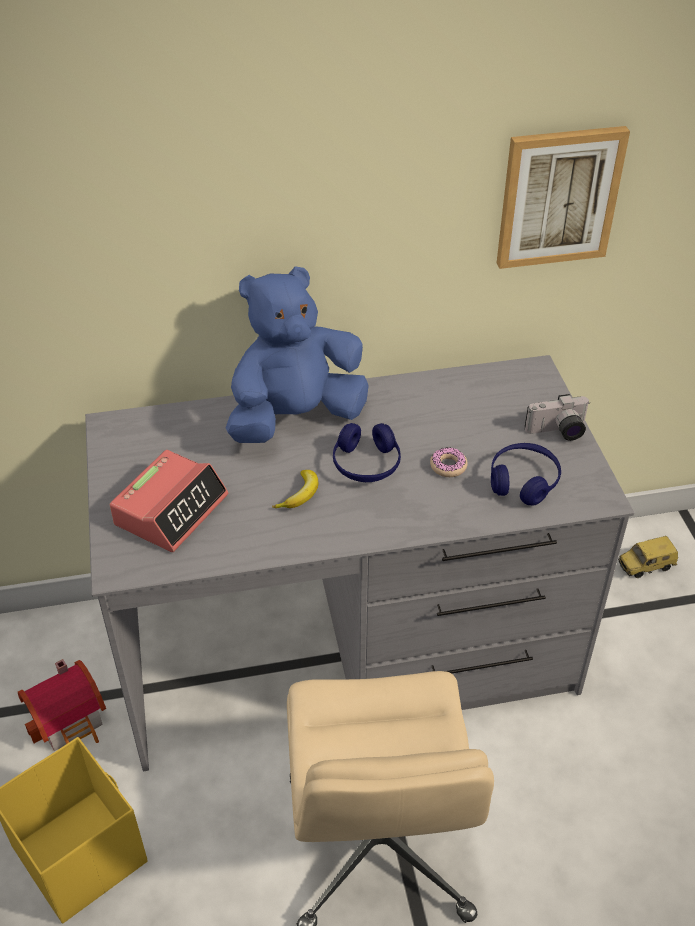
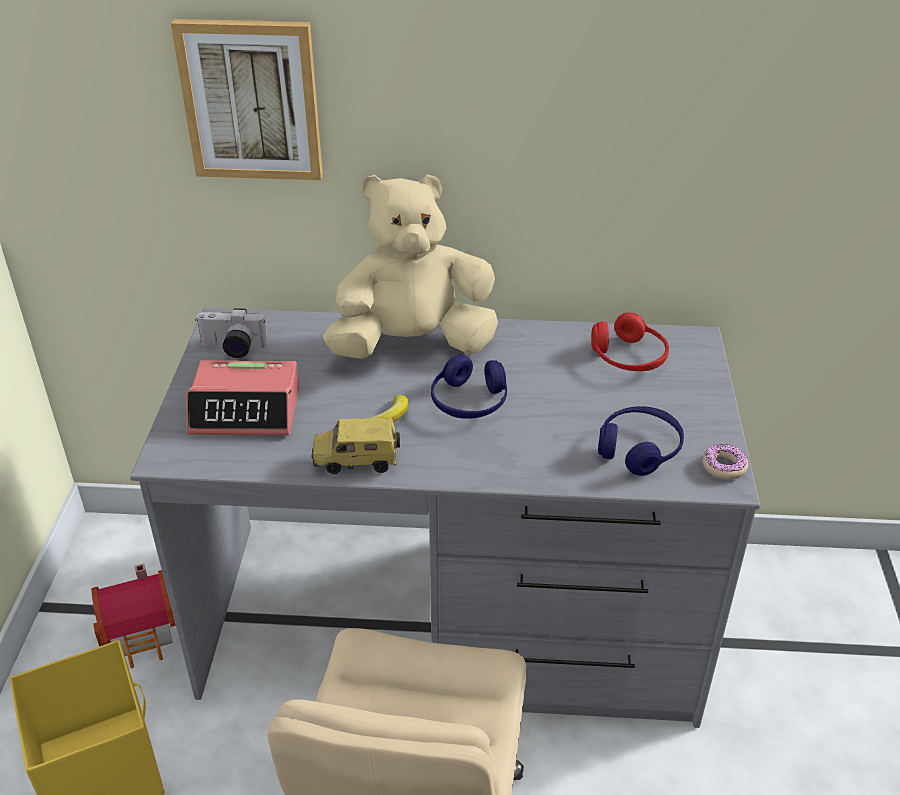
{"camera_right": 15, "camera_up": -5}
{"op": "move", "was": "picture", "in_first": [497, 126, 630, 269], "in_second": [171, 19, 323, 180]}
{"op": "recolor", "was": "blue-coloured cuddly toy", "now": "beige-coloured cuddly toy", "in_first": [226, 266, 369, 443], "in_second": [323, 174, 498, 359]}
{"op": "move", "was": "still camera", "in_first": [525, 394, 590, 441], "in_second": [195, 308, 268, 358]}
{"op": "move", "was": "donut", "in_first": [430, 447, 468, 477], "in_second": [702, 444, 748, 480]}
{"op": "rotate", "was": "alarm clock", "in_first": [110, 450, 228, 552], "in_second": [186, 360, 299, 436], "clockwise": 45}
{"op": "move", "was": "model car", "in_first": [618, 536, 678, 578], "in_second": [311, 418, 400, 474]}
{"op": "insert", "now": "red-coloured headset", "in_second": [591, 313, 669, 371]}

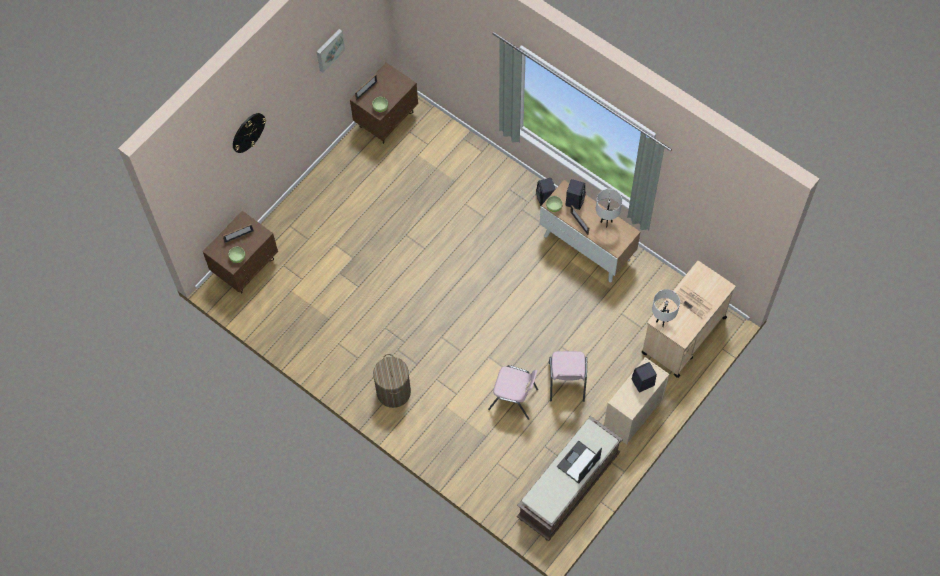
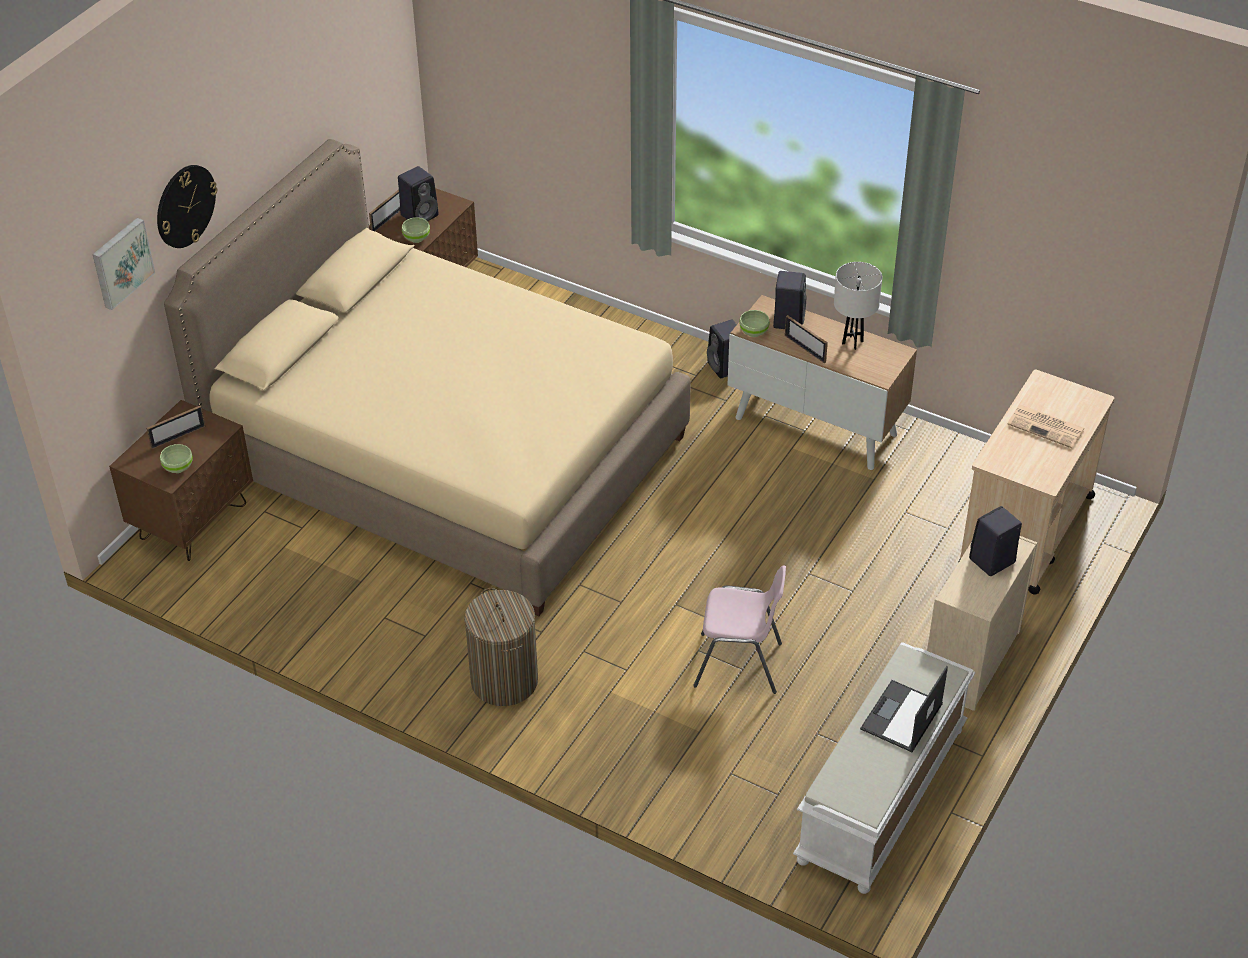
{"camera_right": -10, "camera_up": -20}
{"op": "move", "was": "picture", "in_first": [316, 29, 345, 73], "in_second": [92, 218, 155, 310]}
{"op": "delete", "was": "whitish tabletop lamp", "in_first": [652, 289, 680, 327]}
{"op": "delete", "was": "pink plain chair", "in_first": [549, 351, 587, 402]}
{"op": "recolor", "was": "brownish indoor bench", "now": "whitish indoor bench", "in_first": [517, 416, 623, 541], "in_second": [793, 642, 976, 894]}
{"op": "insert", "now": "beige-coloured bedroom bed", "in_second": [164, 139, 691, 616]}
{"op": "insert", "now": "black-coloured audio speaker", "in_second": [398, 166, 439, 221]}

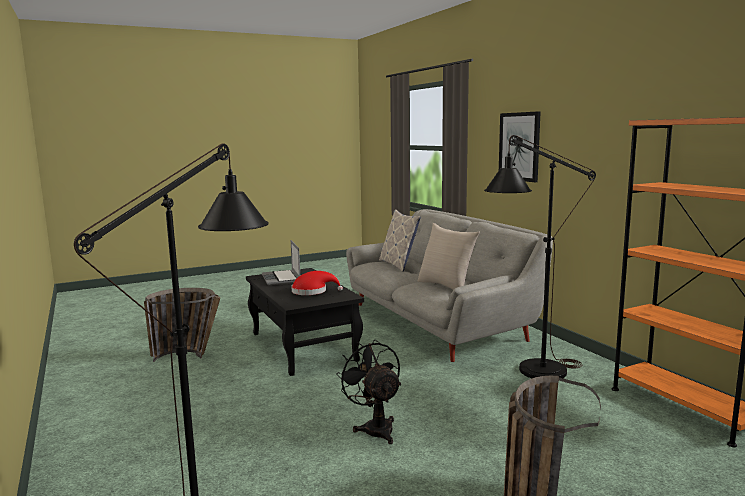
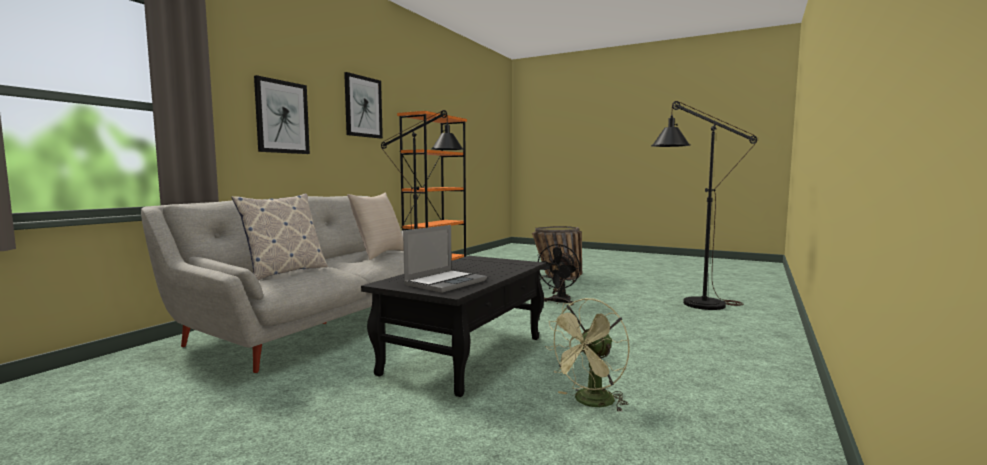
{"camera_right": -125, "camera_up": -5}
{"op": "delete", "was": "red-coloured clothing hat", "in_first": [291, 271, 343, 295]}
{"op": "replace", "was": "household basket", "now": "greenish cooling fan", "in_first": [144, 288, 220, 362], "in_second": [545, 298, 630, 412]}
{"op": "insert", "now": "picture", "in_second": [344, 72, 383, 138]}

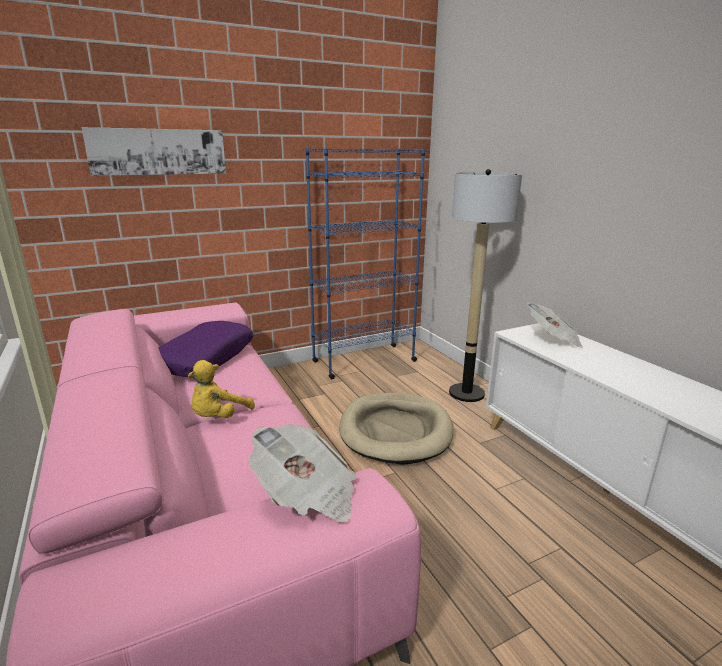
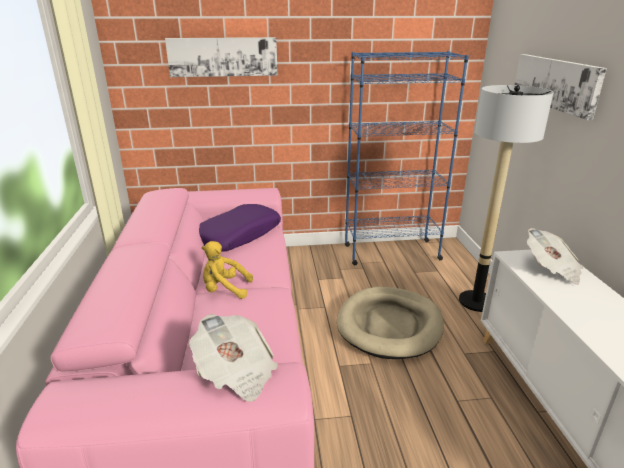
{"camera_right": 20, "camera_up": 5}
{"op": "rotate", "was": "yellow cuddly toy", "in_first": [188, 360, 255, 418], "in_second": [202, 241, 253, 299], "clockwise": 45}
{"op": "insert", "now": "picture", "in_second": [515, 54, 607, 120]}

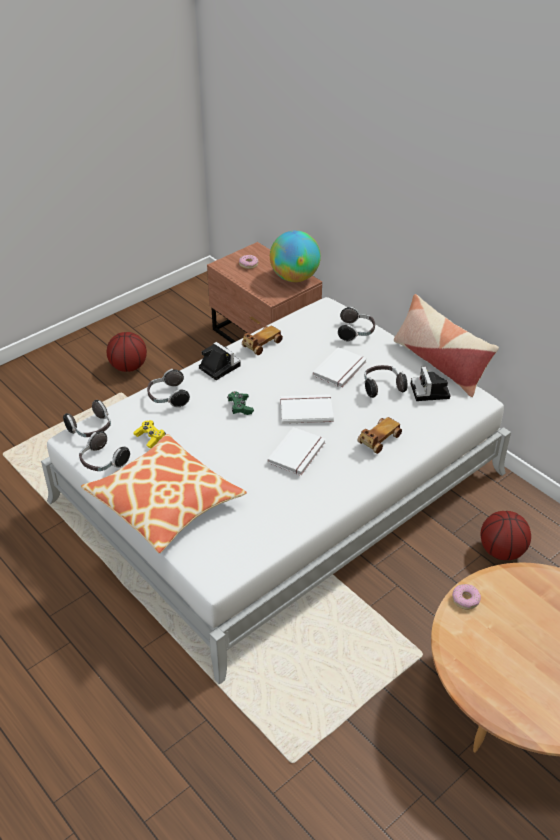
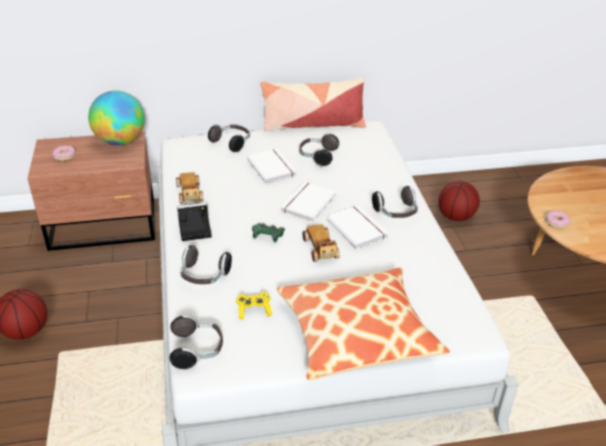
{"camera_right": -60, "camera_up": -5}
{"op": "delete", "was": "still camera", "in_first": [411, 366, 451, 401]}
{"op": "move", "was": "model car", "in_first": [357, 417, 402, 454], "in_second": [303, 224, 339, 262]}
{"op": "move", "was": "headset", "in_first": [79, 431, 130, 471], "in_second": [372, 186, 418, 218]}

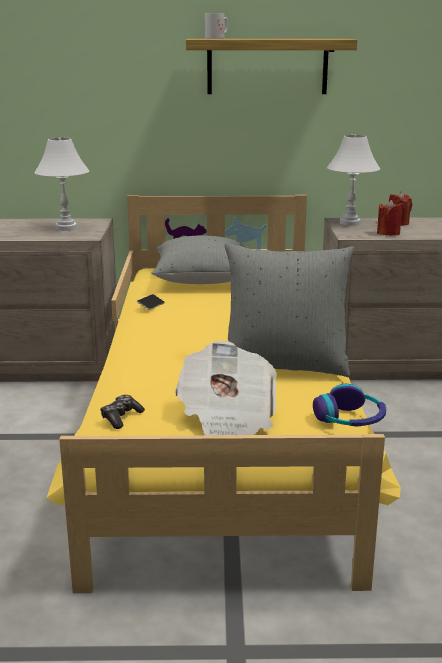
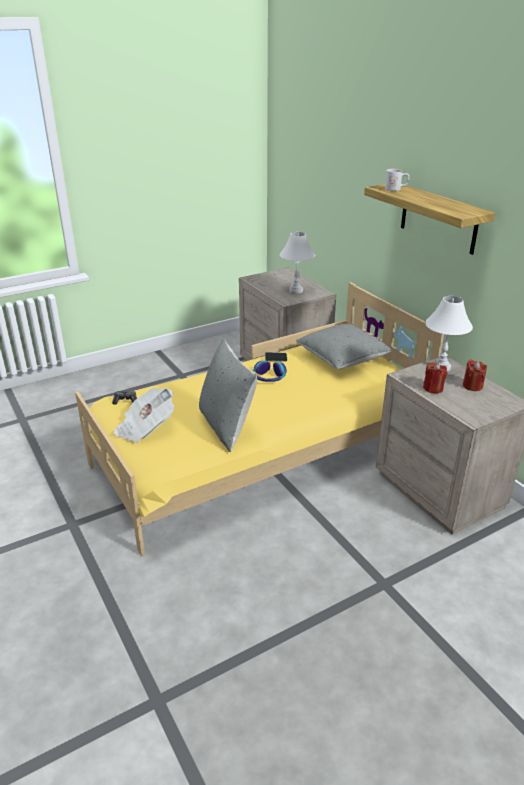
{"camera_right": 60, "camera_up": 10}
{"op": "move", "was": "headset", "in_first": [313, 384, 386, 427], "in_second": [253, 361, 287, 382]}

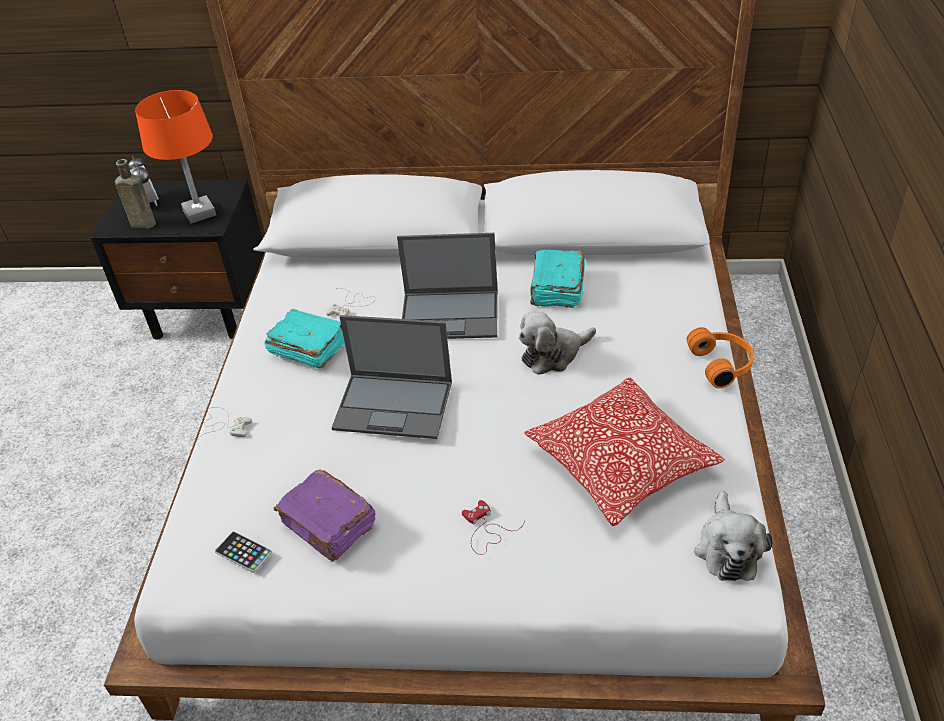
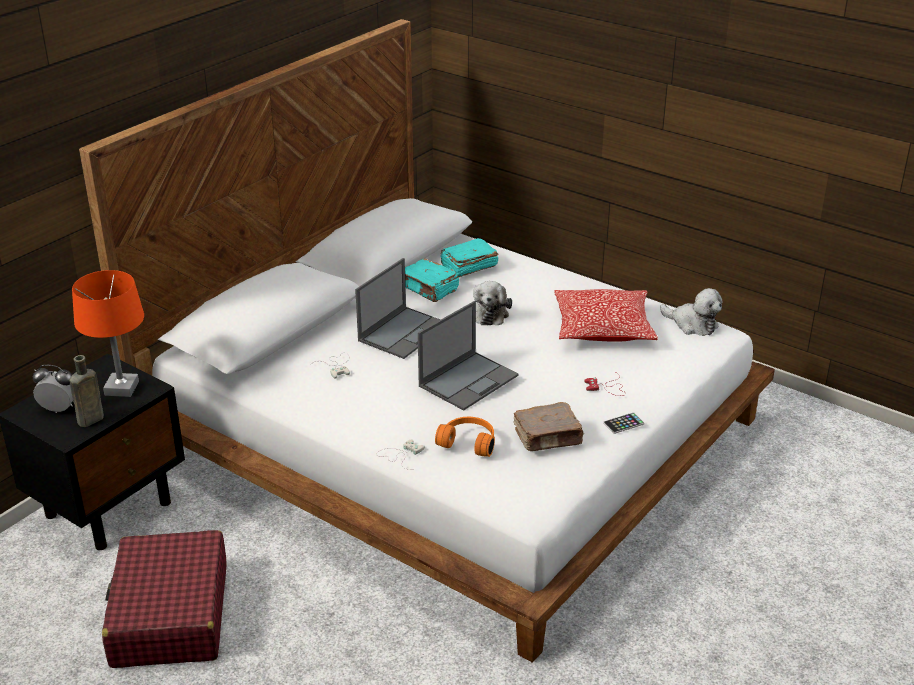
{"camera_right": -60, "camera_up": -10}
{"op": "move", "was": "turquoise bound book", "in_first": [264, 309, 345, 369], "in_second": [440, 238, 499, 277]}
{"op": "move", "was": "orange-coloured headset", "in_first": [687, 327, 754, 388], "in_second": [435, 417, 495, 457]}
{"op": "recolor", "was": "purple bound book", "now": "brownish bound book", "in_first": [273, 470, 376, 562], "in_second": [513, 402, 584, 451]}
{"op": "move", "was": "handset", "in_first": [215, 531, 272, 573], "in_second": [603, 412, 645, 434]}
{"op": "insert", "now": "red-coloured suitcase", "in_second": [102, 530, 226, 668]}

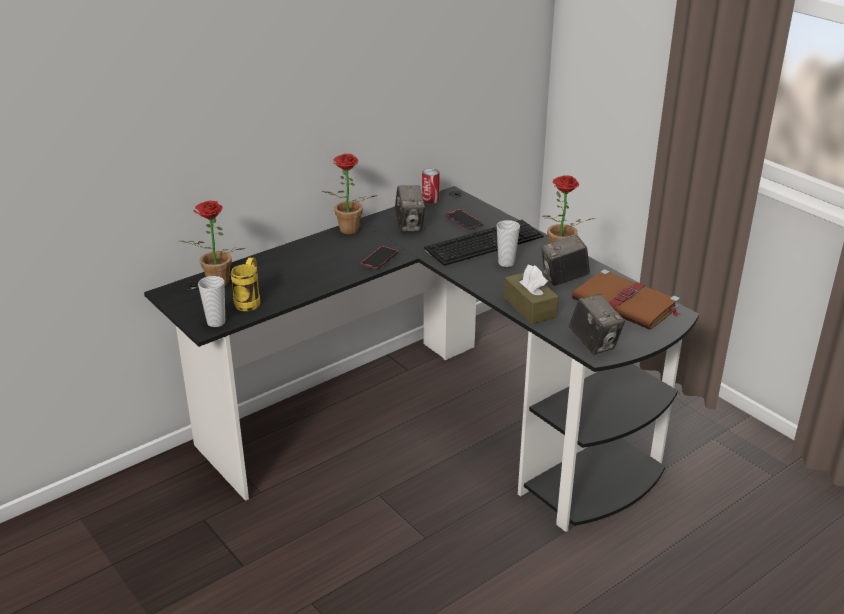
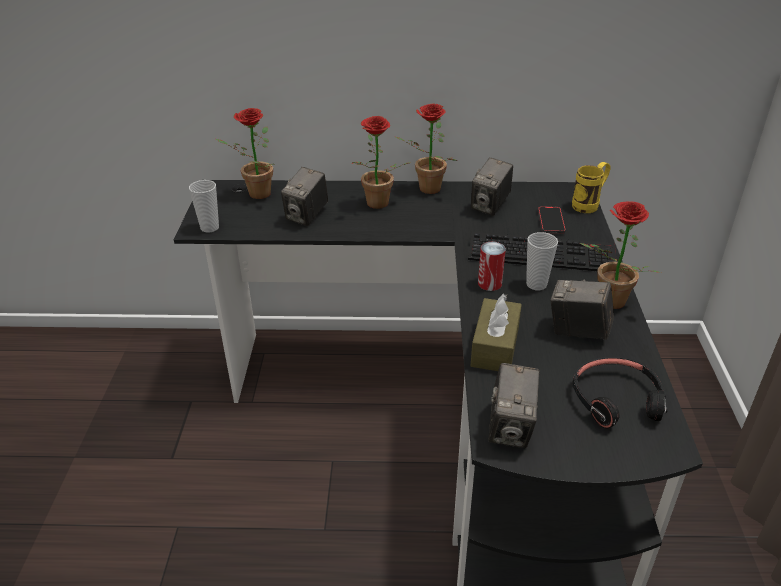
{"camera_right": 40, "camera_up": 5}
{"op": "move", "was": "can", "in_first": [422, 168, 440, 204], "in_second": [478, 242, 506, 291]}
{"op": "delete", "was": "handset", "in_first": [361, 246, 398, 270]}
{"op": "move", "was": "yellow coffee mug", "in_first": [231, 258, 260, 311], "in_second": [572, 162, 610, 213]}
{"op": "replace", "was": "brownish bound book", "now": "black-coloured headset", "in_first": [572, 269, 681, 330], "in_second": [572, 357, 668, 429]}
{"op": "insert", "now": "potted plant", "in_second": [352, 116, 411, 209]}
{"op": "insert", "now": "still camera", "in_second": [281, 167, 328, 226]}

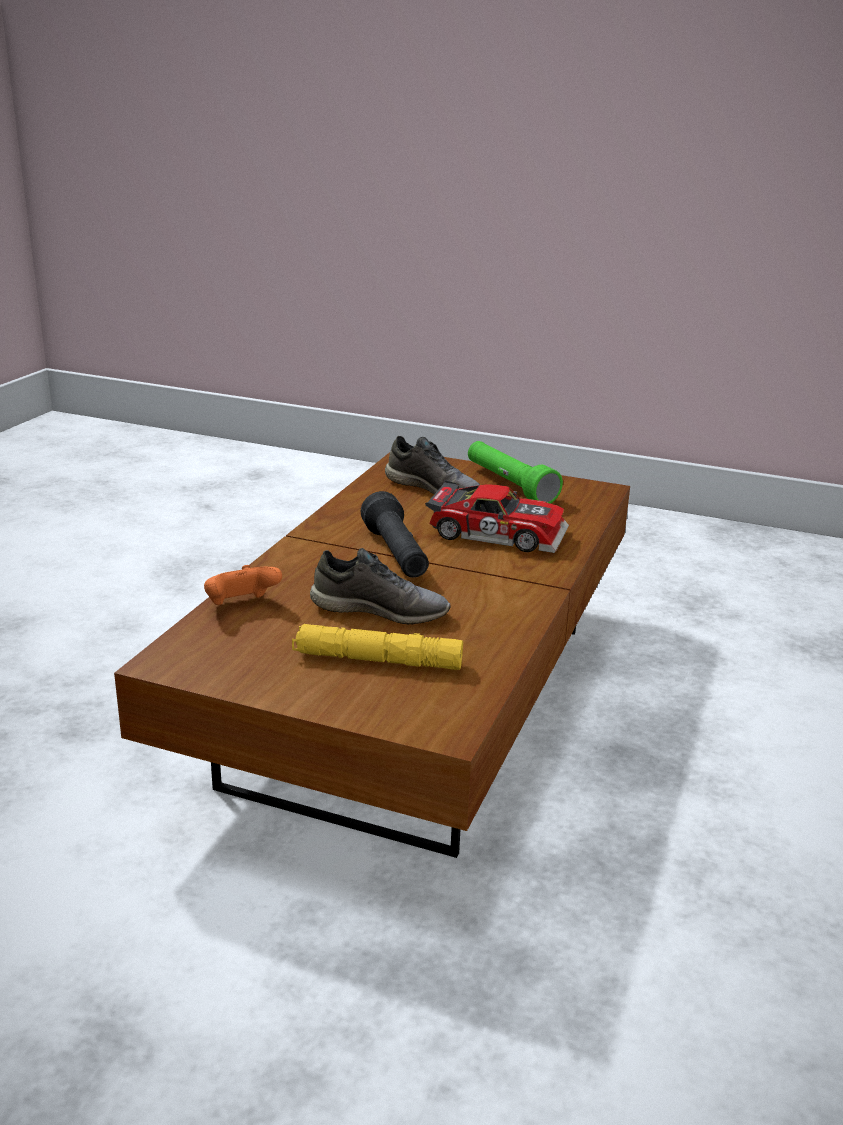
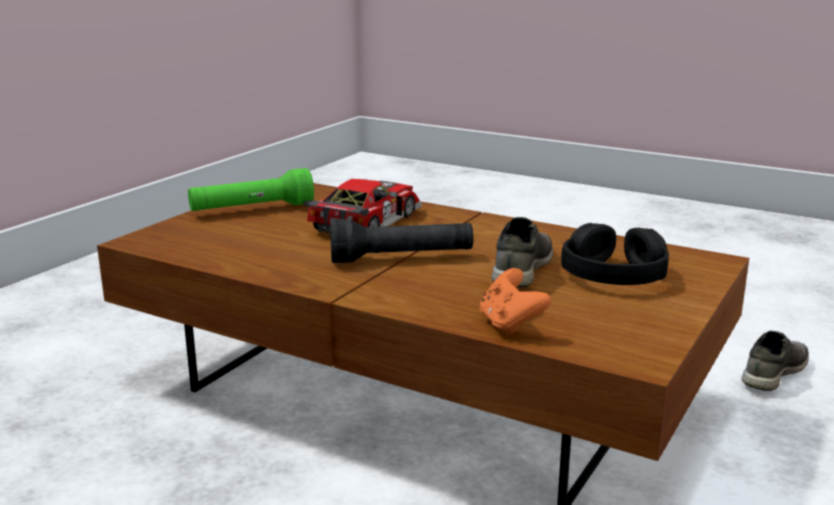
{"camera_right": -80, "camera_up": -5}
{"op": "move", "was": "greyish low shoe", "in_first": [385, 436, 480, 494], "in_second": [741, 331, 809, 391]}
{"op": "replace", "was": "yellow torch", "now": "black-coloured headset", "in_first": [292, 624, 463, 670], "in_second": [561, 223, 669, 285]}

